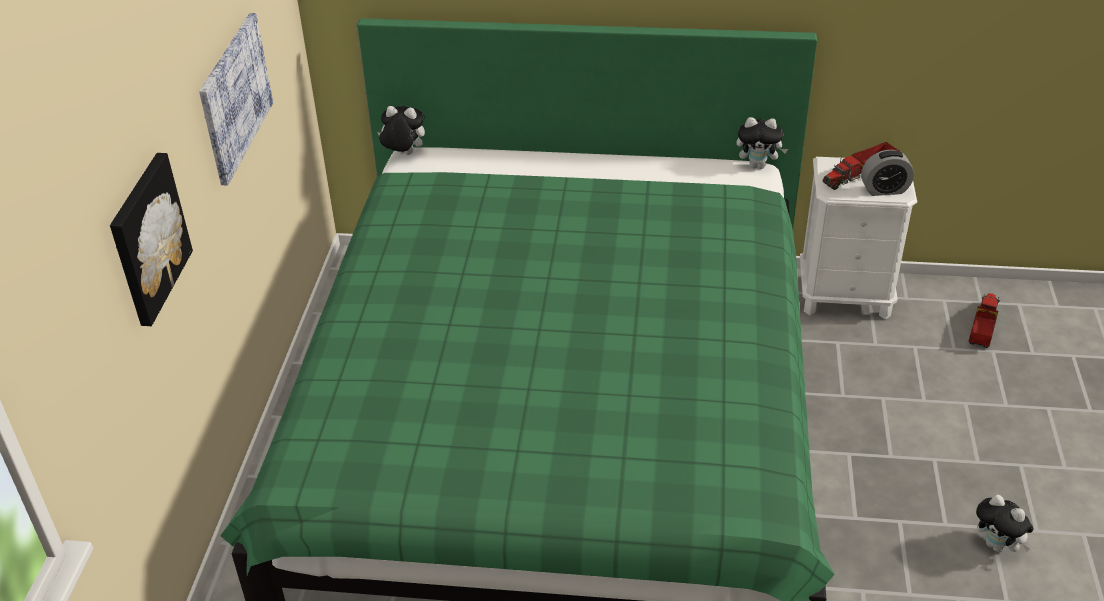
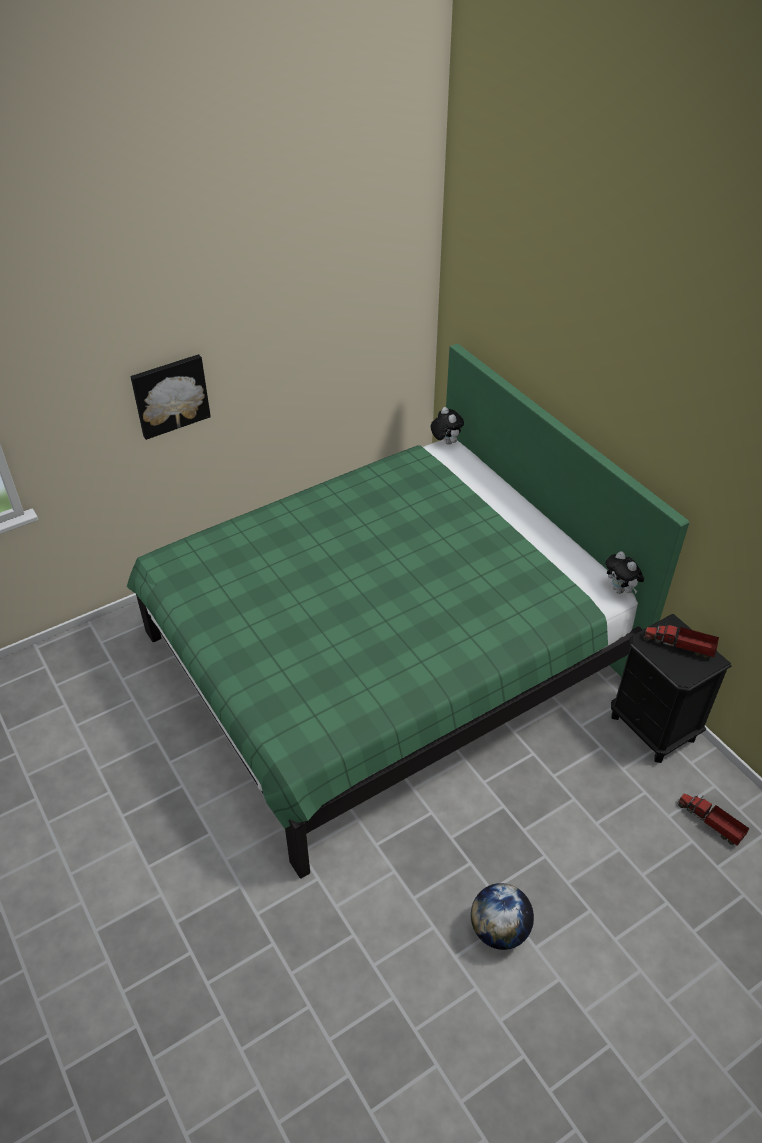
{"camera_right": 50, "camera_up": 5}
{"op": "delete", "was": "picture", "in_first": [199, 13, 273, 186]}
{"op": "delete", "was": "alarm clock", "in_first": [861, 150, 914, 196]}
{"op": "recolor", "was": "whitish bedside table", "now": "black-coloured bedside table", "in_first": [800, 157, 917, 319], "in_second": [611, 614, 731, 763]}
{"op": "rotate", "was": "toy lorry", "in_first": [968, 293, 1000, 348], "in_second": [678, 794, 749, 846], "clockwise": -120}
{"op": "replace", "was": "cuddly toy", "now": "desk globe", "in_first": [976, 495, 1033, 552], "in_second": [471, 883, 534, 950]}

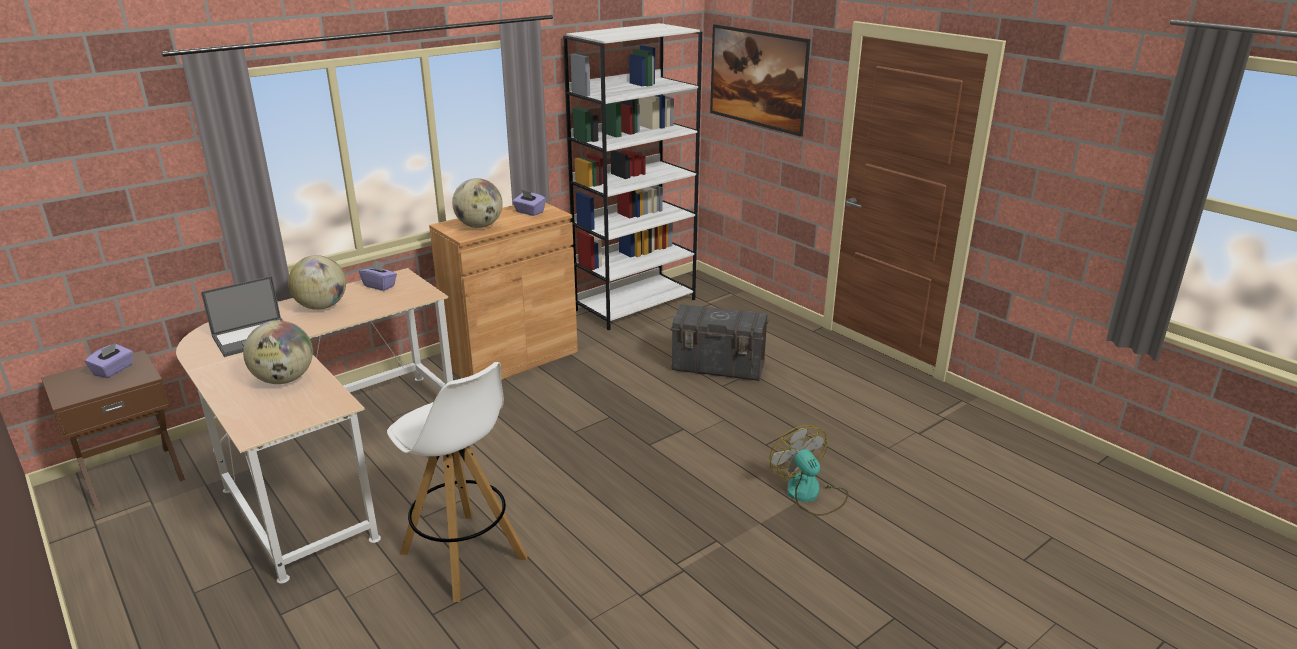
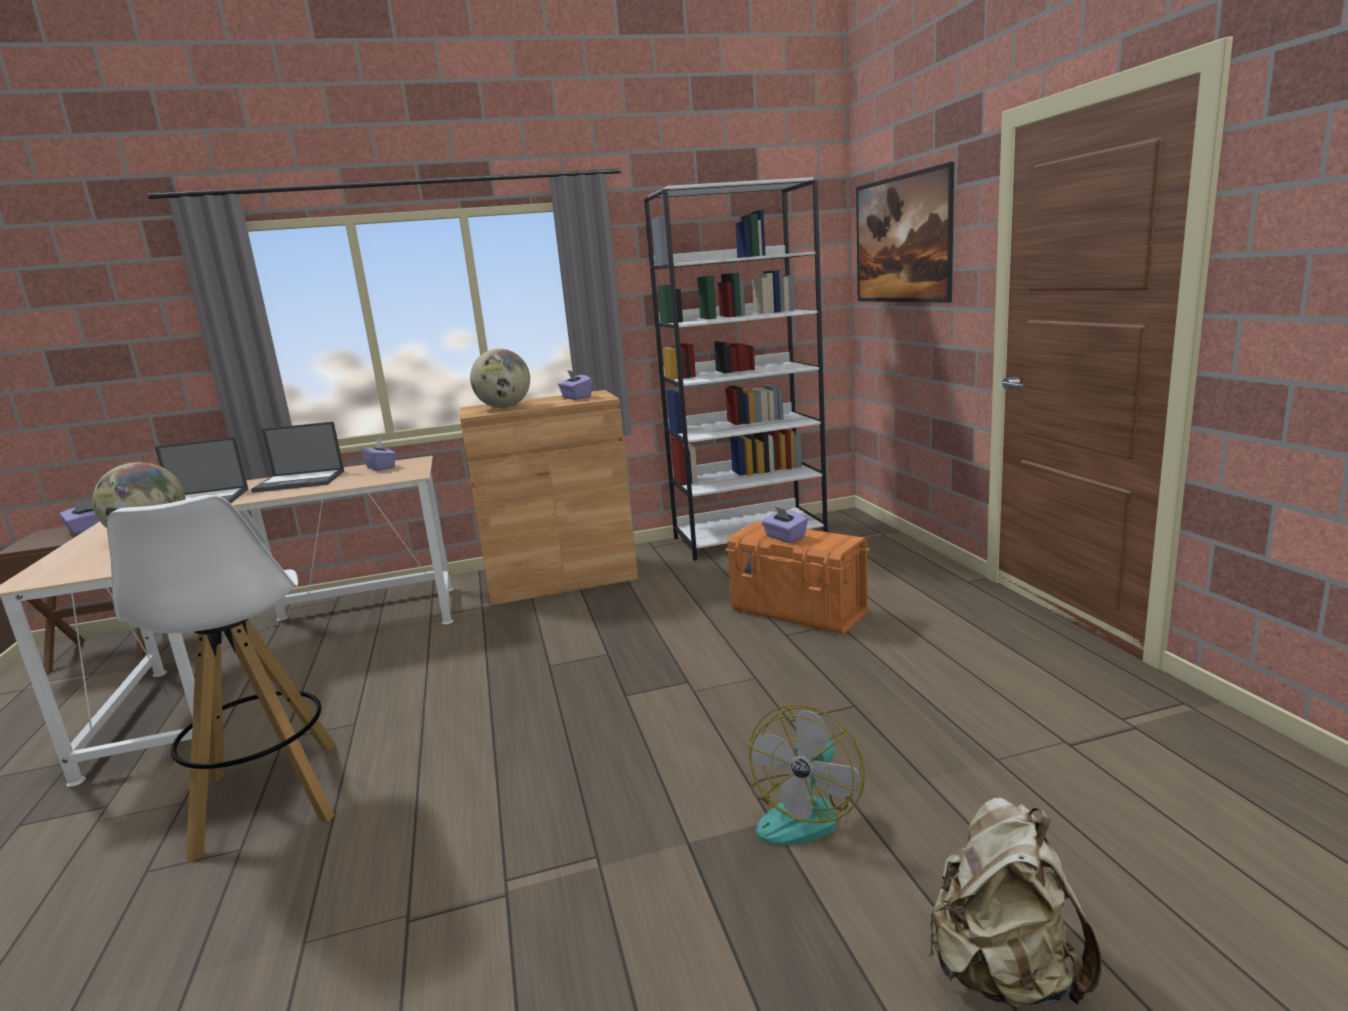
{"camera_right": 25, "camera_up": -10}
{"op": "replace", "was": "desk globe", "now": "laptop", "in_first": [288, 255, 346, 310], "in_second": [251, 422, 344, 493]}
{"op": "recolor", "was": "greyish storage bin", "now": "orange-coloured storage bin", "in_first": [670, 304, 769, 381], "in_second": [725, 522, 870, 634]}
{"op": "rotate", "was": "cooling fan", "in_first": [770, 425, 848, 516], "in_second": [749, 704, 865, 845], "clockwise": -150}
{"op": "insert", "now": "purple tissue holder", "in_second": [762, 507, 808, 543]}
{"op": "insert", "now": "beige-coloured backpack", "in_second": [928, 797, 1102, 1008]}

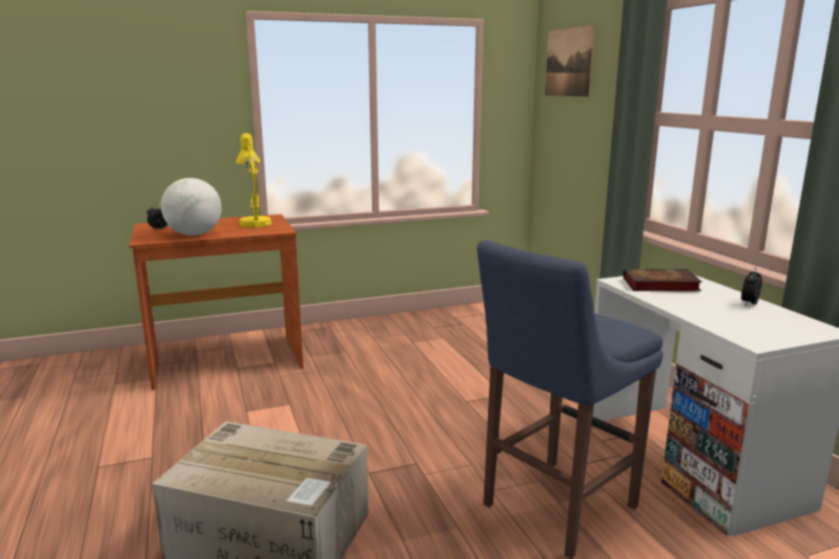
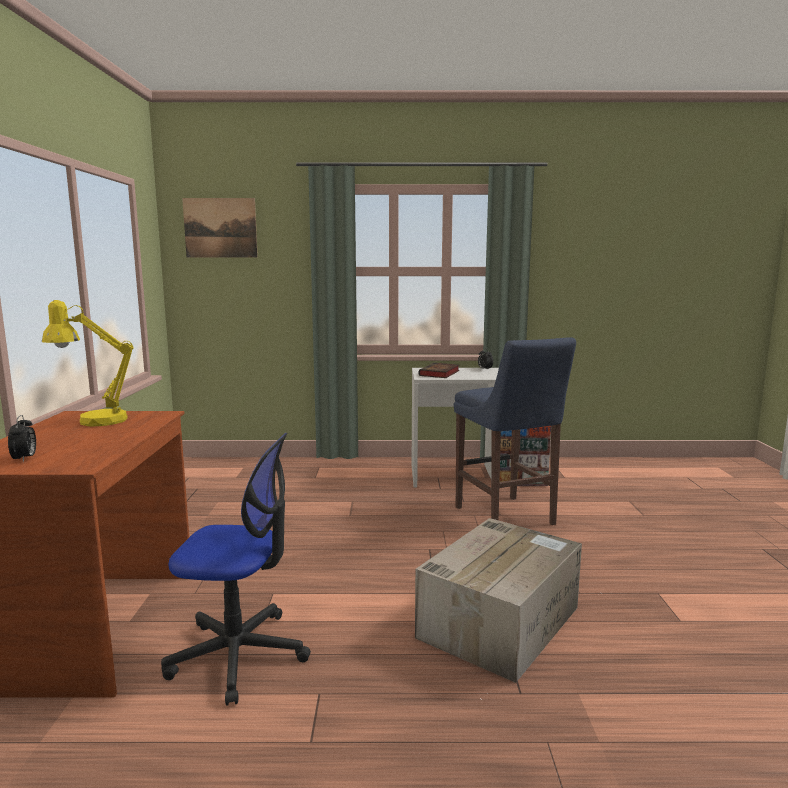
{"camera_right": -70, "camera_up": -5}
{"op": "delete", "was": "desk globe", "in_first": [161, 178, 222, 236]}
{"op": "insert", "now": "office chair", "in_second": [161, 433, 311, 706]}

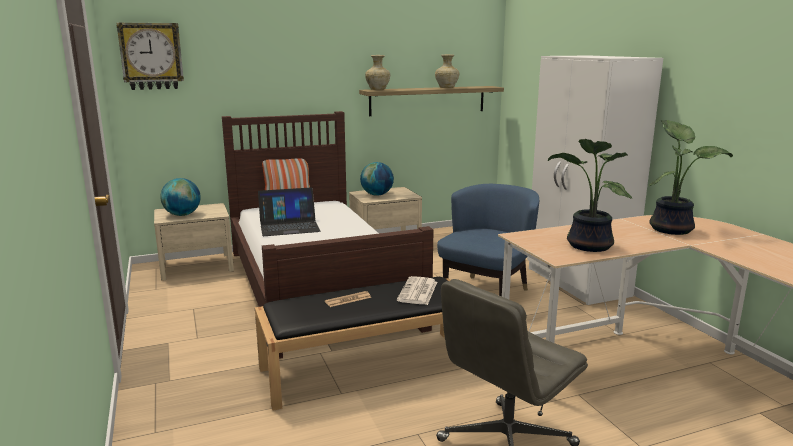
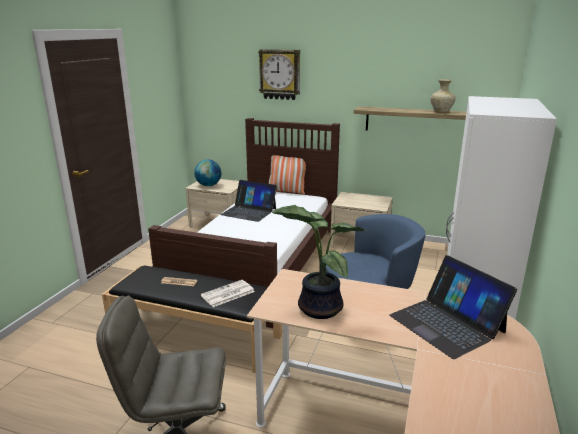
{"camera_right": 40, "camera_up": 5}
{"op": "move", "was": "hanging clock", "in_first": [116, 22, 184, 90], "in_second": [258, 49, 300, 100]}
{"op": "delete", "was": "beige-coloured flower vase", "in_first": [365, 55, 390, 90]}
{"op": "replace", "was": "potted plant", "now": "laptop", "in_first": [649, 120, 733, 235], "in_second": [389, 255, 517, 359]}
{"op": "delete", "was": "desk globe", "in_first": [360, 162, 394, 196]}

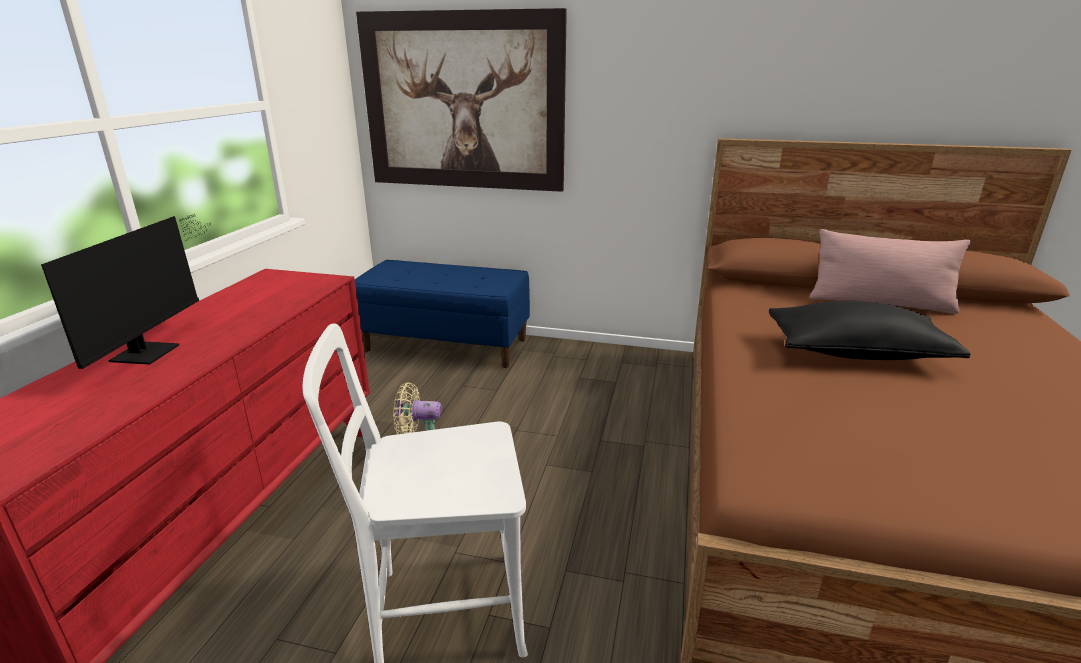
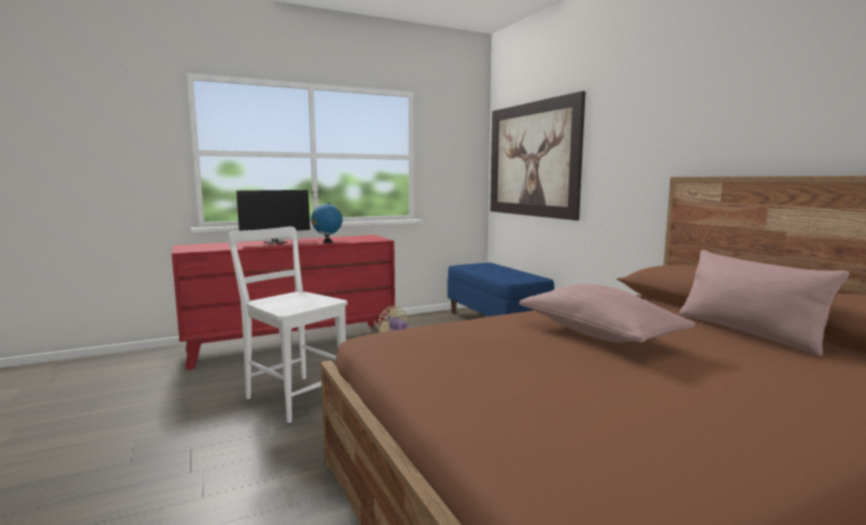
{"camera_right": 50, "camera_up": -15}
{"op": "recolor", "was": "black-coloured cushion", "now": "pink cushion", "in_first": [769, 301, 970, 360], "in_second": [519, 284, 695, 343]}
{"op": "insert", "now": "desk globe", "in_second": [311, 202, 343, 243]}

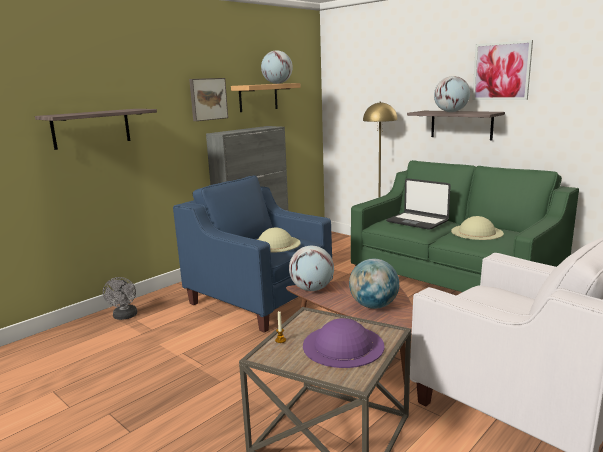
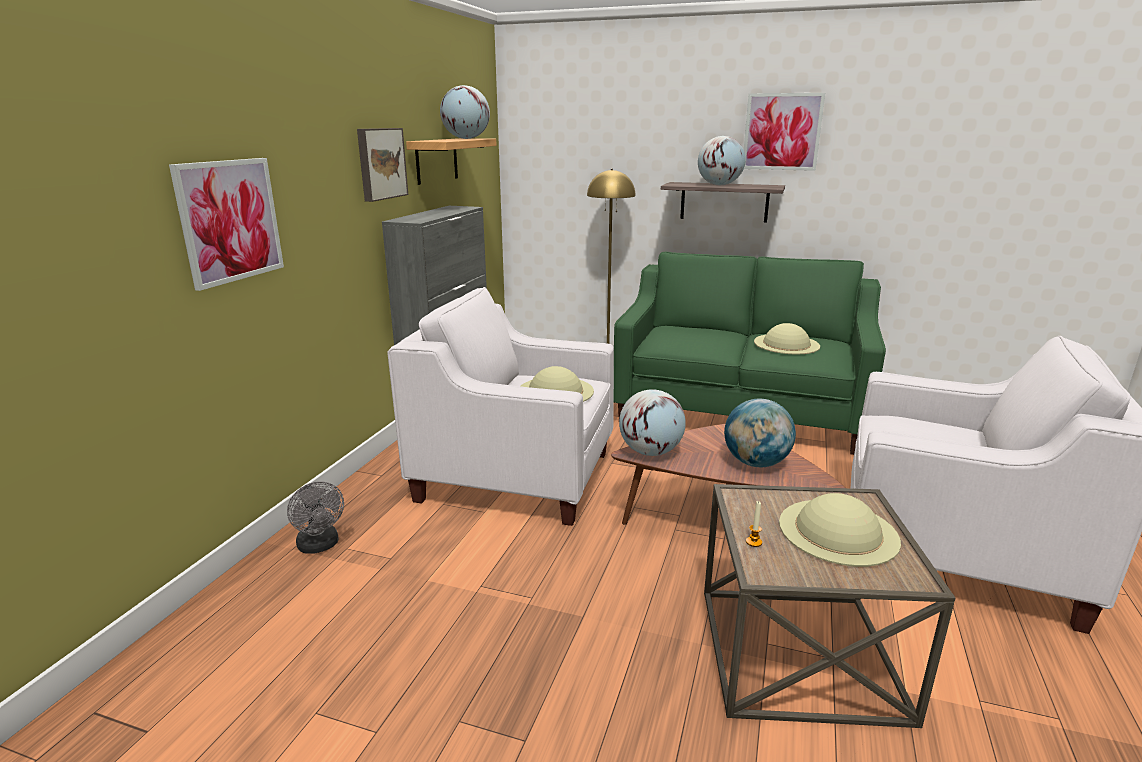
{"camera_right": -25, "camera_up": 5}
{"op": "replace", "was": "wall shelf", "now": "picture", "in_first": [35, 109, 157, 150], "in_second": [169, 158, 284, 291]}
{"op": "recolor", "was": "blue-coloured easy chair", "now": "whitish easy chair", "in_first": [173, 175, 333, 333], "in_second": [387, 287, 614, 526]}
{"op": "delete", "was": "laptop", "in_first": [386, 178, 451, 230]}
{"op": "recolor", "was": "purple clothing hat", "now": "beige-coloured clothing hat", "in_first": [303, 318, 385, 368], "in_second": [779, 493, 901, 567]}

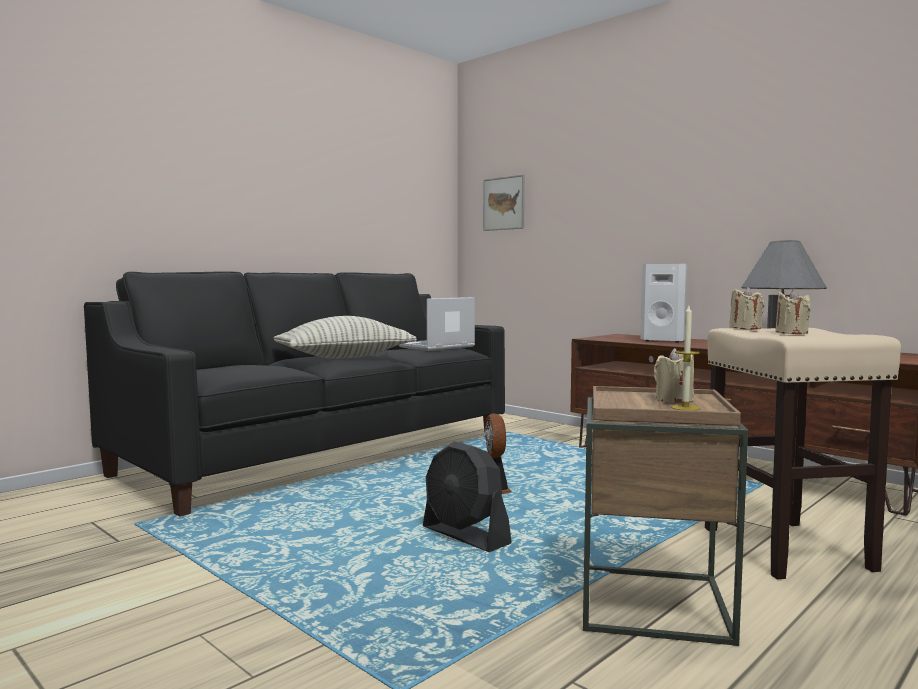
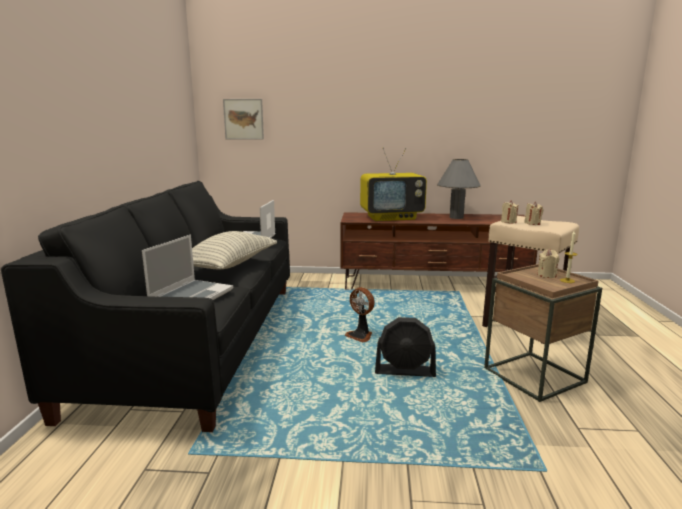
{"camera_right": -40, "camera_up": 10}
{"op": "replace", "was": "whitish audio speaker", "now": "television", "in_first": [641, 264, 687, 343], "in_second": [360, 148, 427, 221]}
{"op": "insert", "now": "laptop", "in_second": [142, 235, 233, 300]}

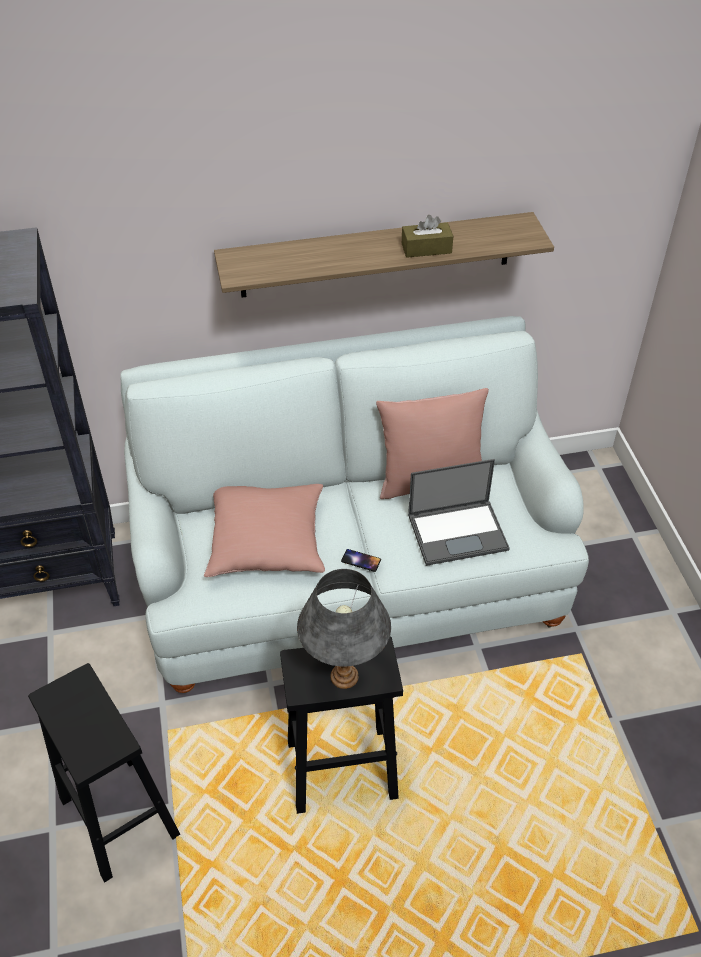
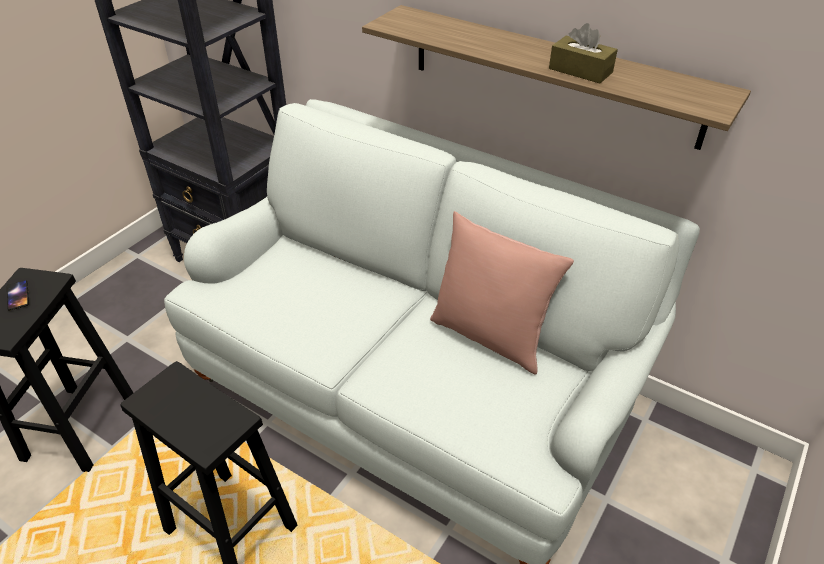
{"camera_right": 45, "camera_up": -5}
{"op": "delete", "was": "laptop", "in_first": [408, 459, 510, 566]}
{"op": "delete", "was": "pink cushion", "in_first": [204, 484, 325, 577]}
{"op": "move", "was": "handset", "in_first": [341, 549, 381, 572], "in_second": [7, 280, 29, 310]}
{"op": "delete", "was": "greyish tabletop lamp", "in_first": [297, 569, 391, 689]}

